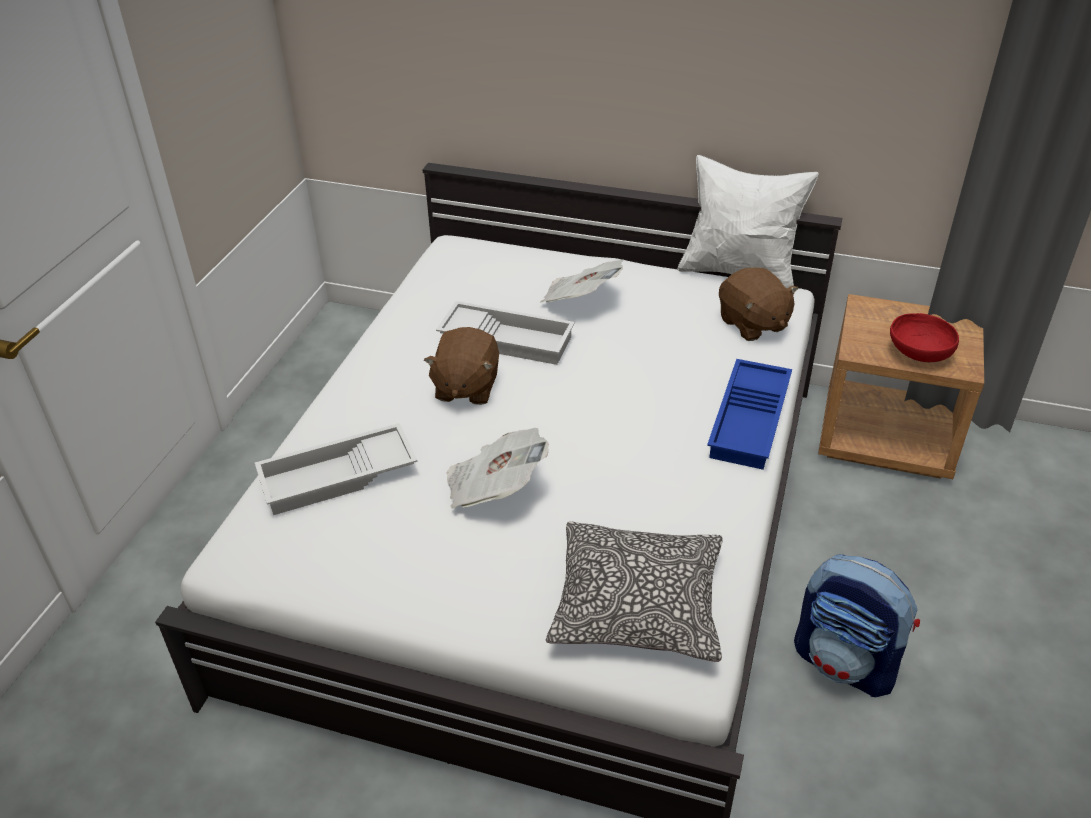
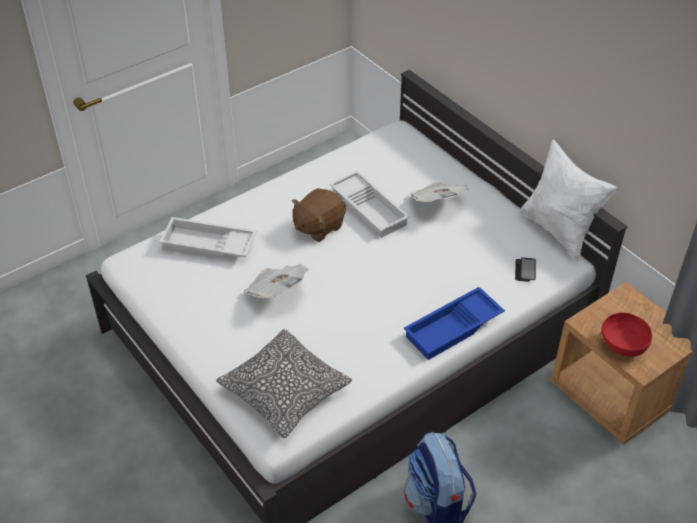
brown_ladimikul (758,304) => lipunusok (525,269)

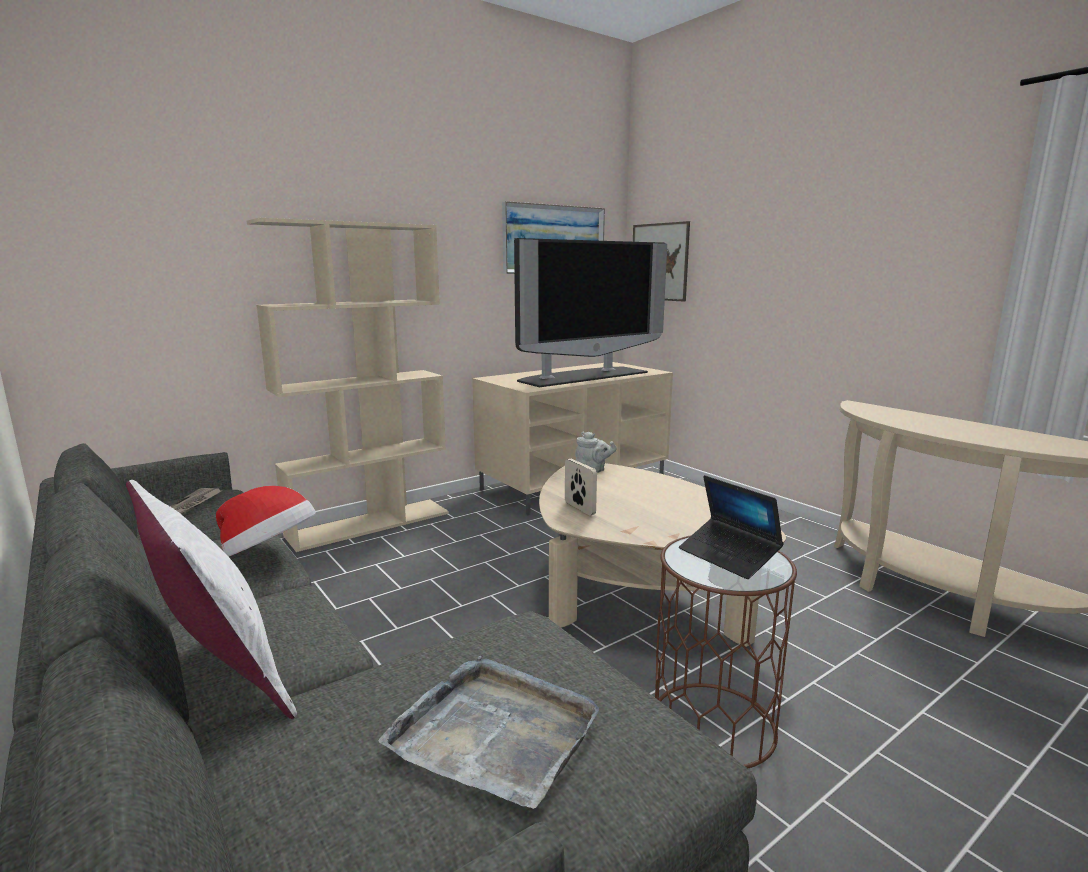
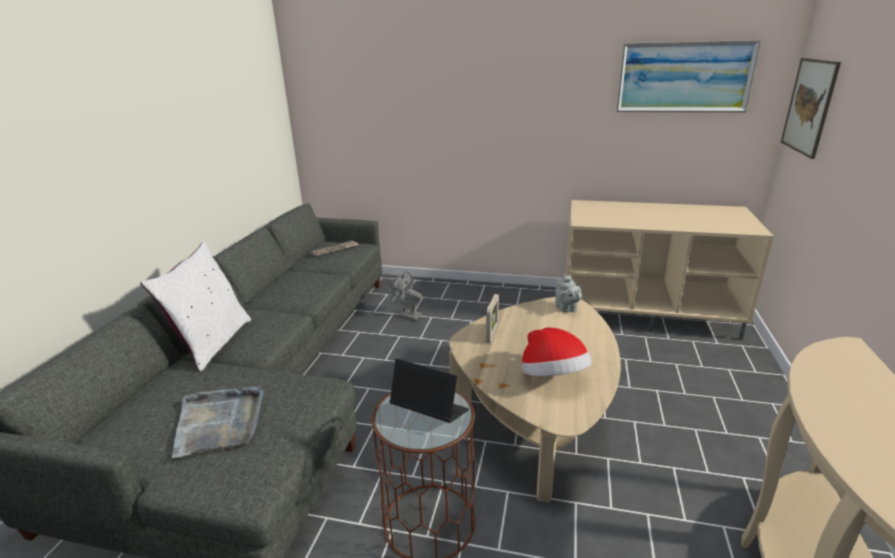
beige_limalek (348,385) => nothing
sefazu (590,312) => nothing
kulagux (731,527) => kulagux (429,391), 105 degrees clockwise
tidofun (266,521) => tidofun (556,351), relocated
nothing => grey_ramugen (405,296)

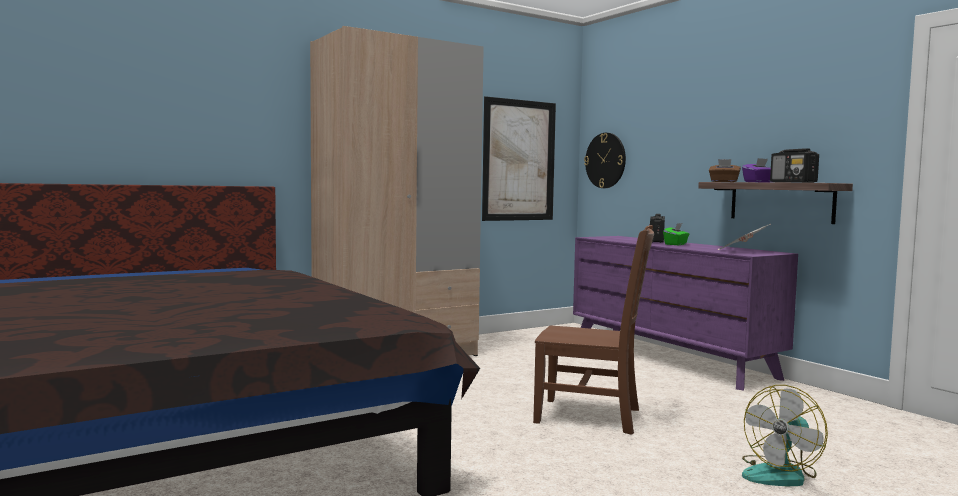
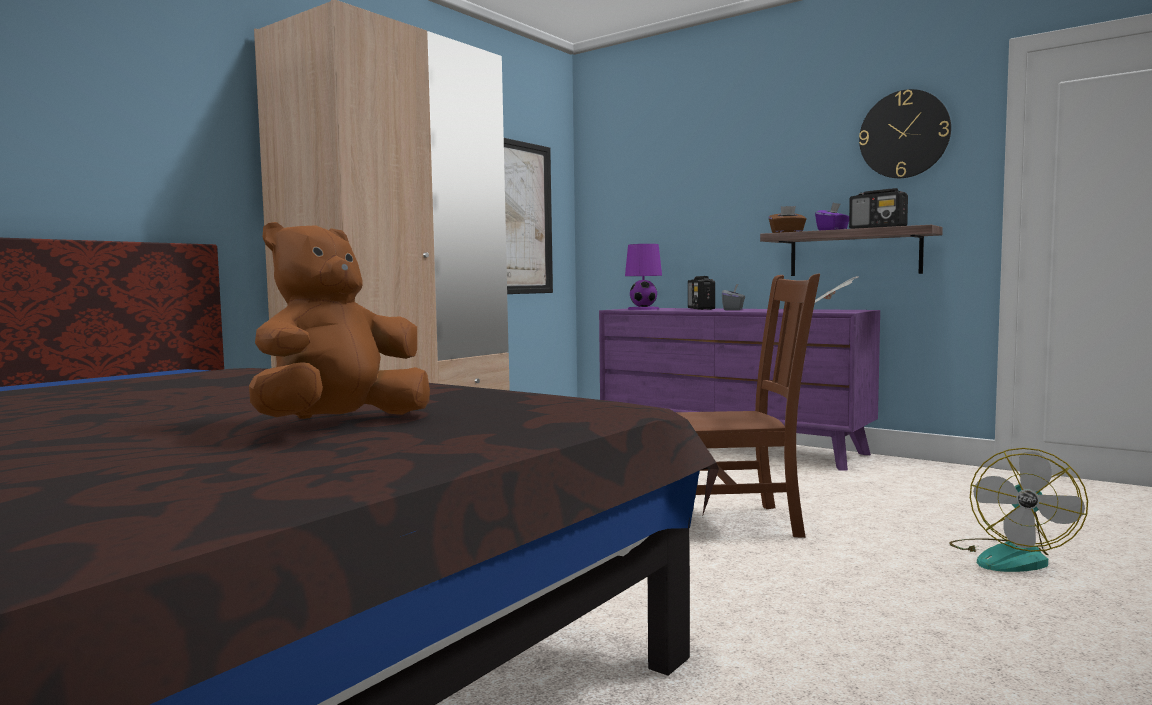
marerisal (605,160) => marerisal (905,133), relocated
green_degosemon (676,234) => grey_degosemon (733,297)
nothing => brown_ladimikul (339,320)
nothing => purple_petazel (643,277)

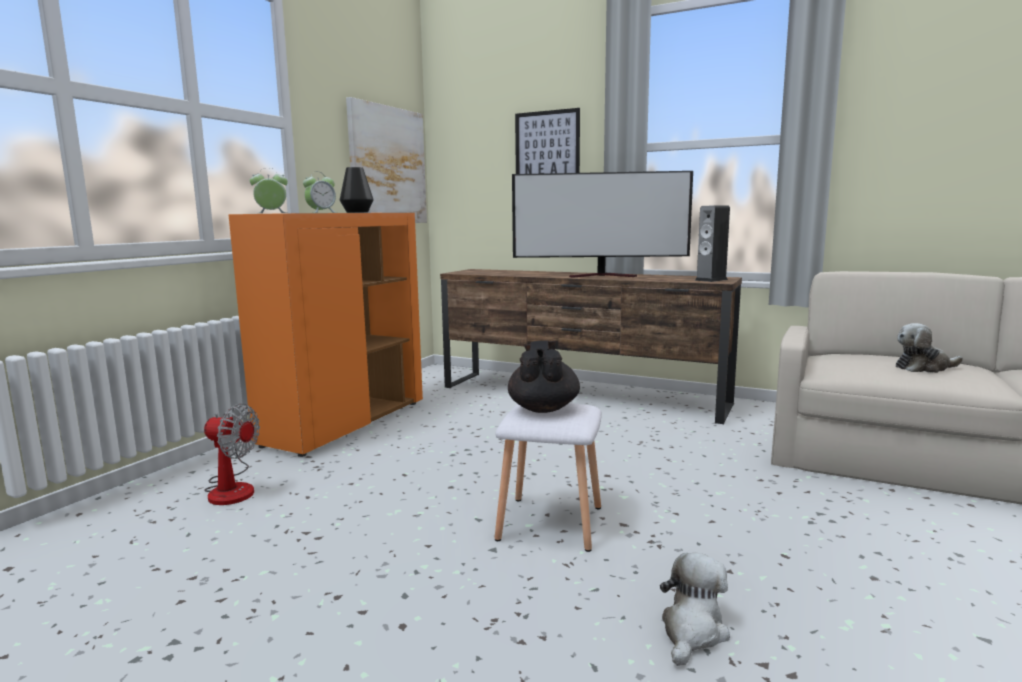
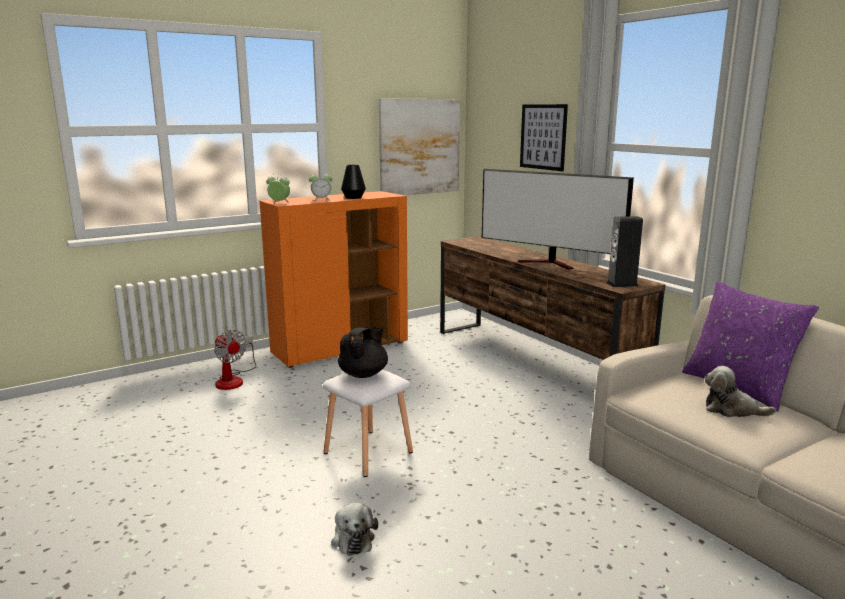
ladimikul (695,609) => ladimikul (354,529), 105 degrees clockwise
nothing => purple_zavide (750,346)

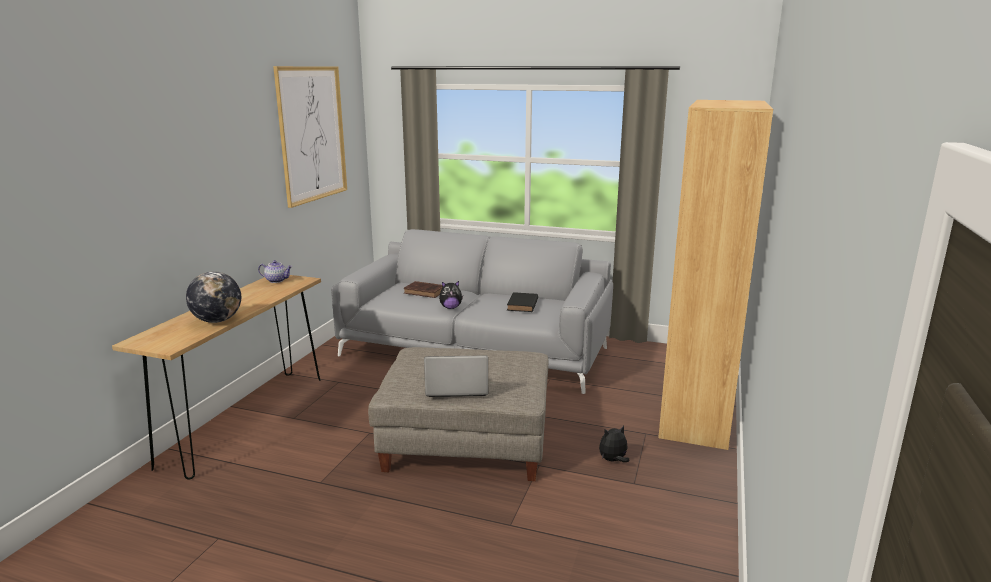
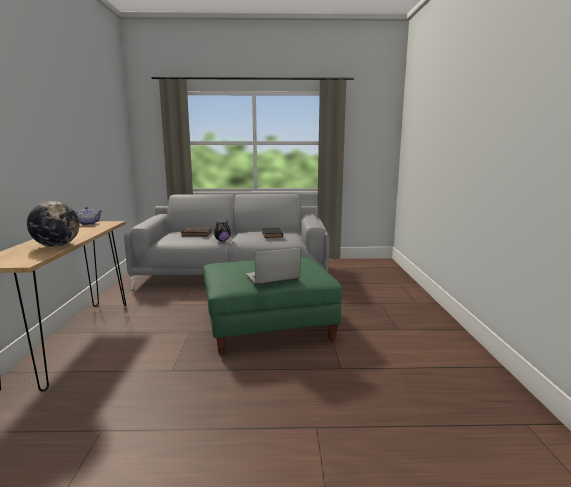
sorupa (310,137) => nothing
brown_limalek (715,275) => nothing
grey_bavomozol (458,414) => green_bavomozol (272,305)
ladimikul (614,444) => nothing

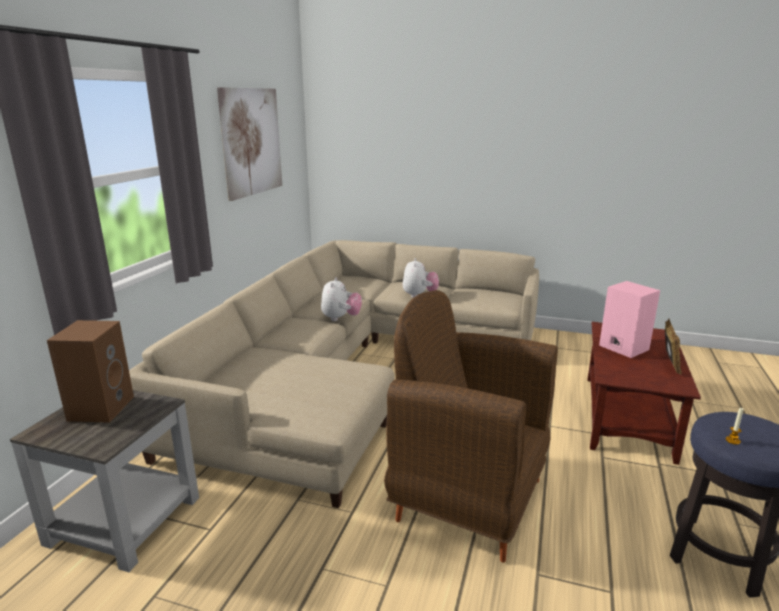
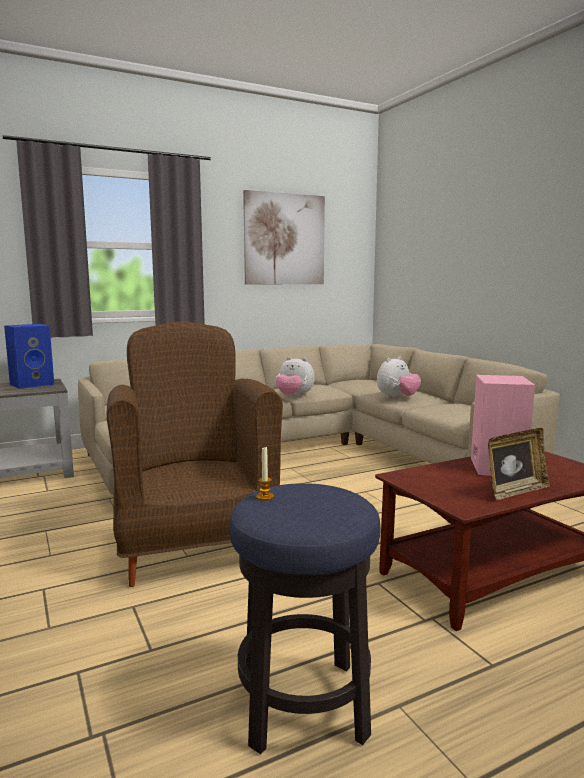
ladimikul (341,299) => ladimikul (295,377), 60 degrees clockwise
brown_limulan (90,371) => blue_limulan (29,356)

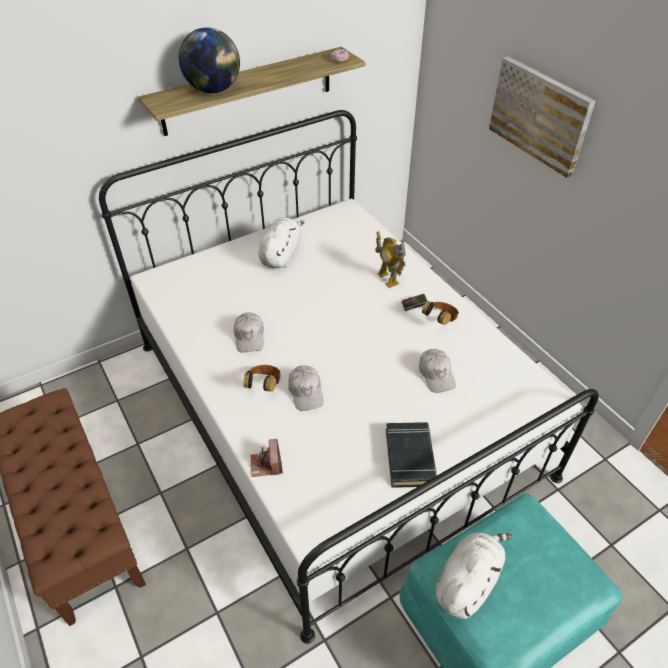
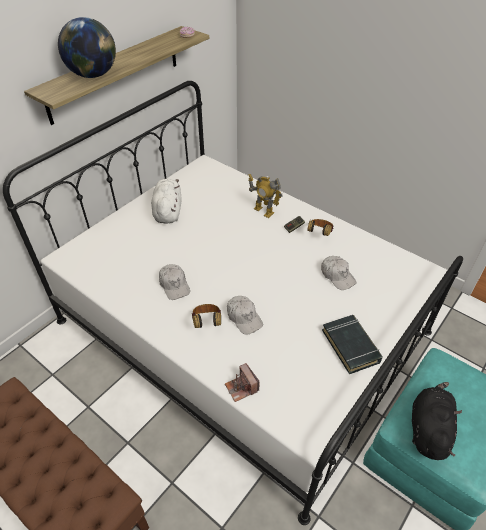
sorupa (542,117) => nothing
white_ladimikul (474,575) => black_ladimikul (437,421)

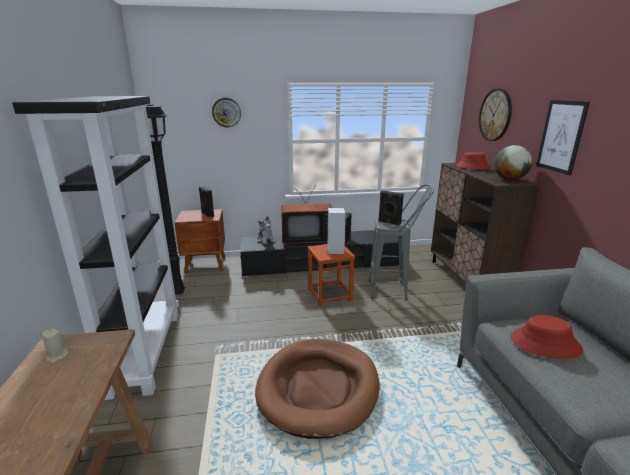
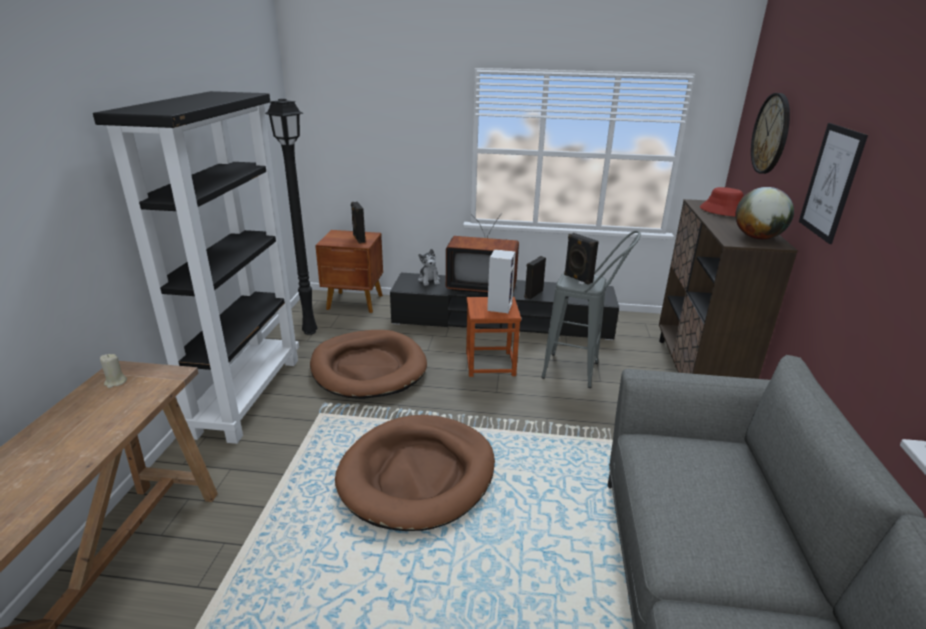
marerisal (226,113) => nothing
red_tidofun (547,337) => nothing
nothing => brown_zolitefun (368,364)

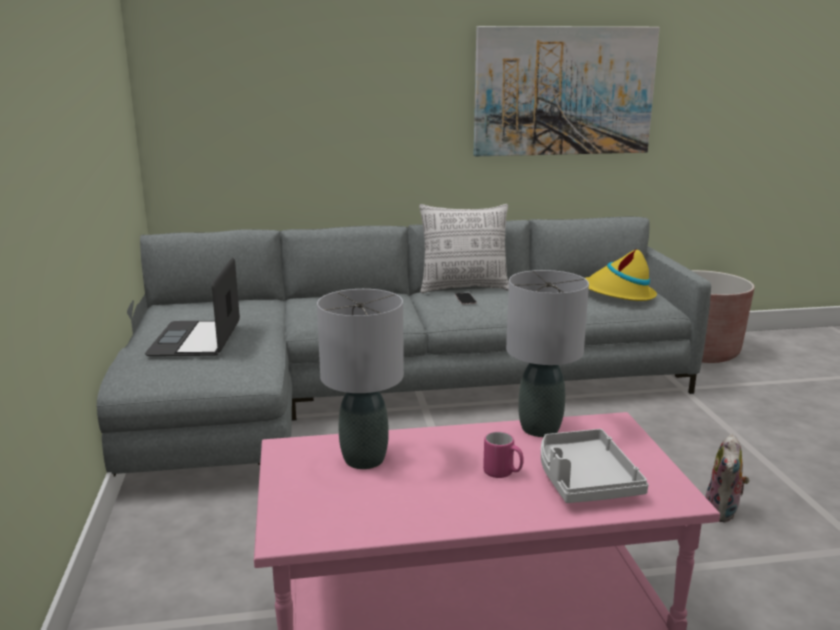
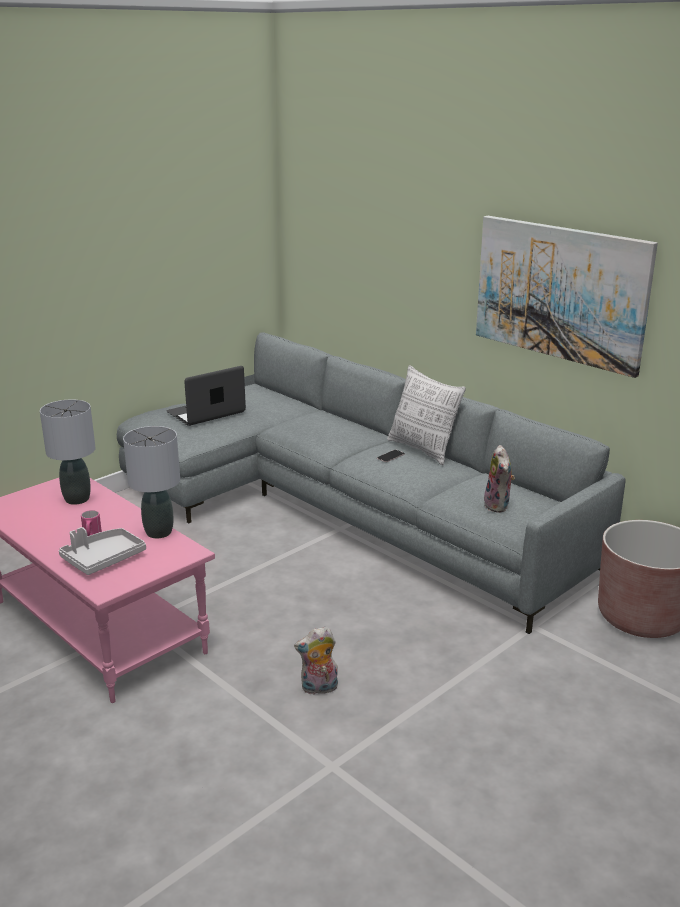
yellow_tidofun (621,275) => ladimikul (499,478)

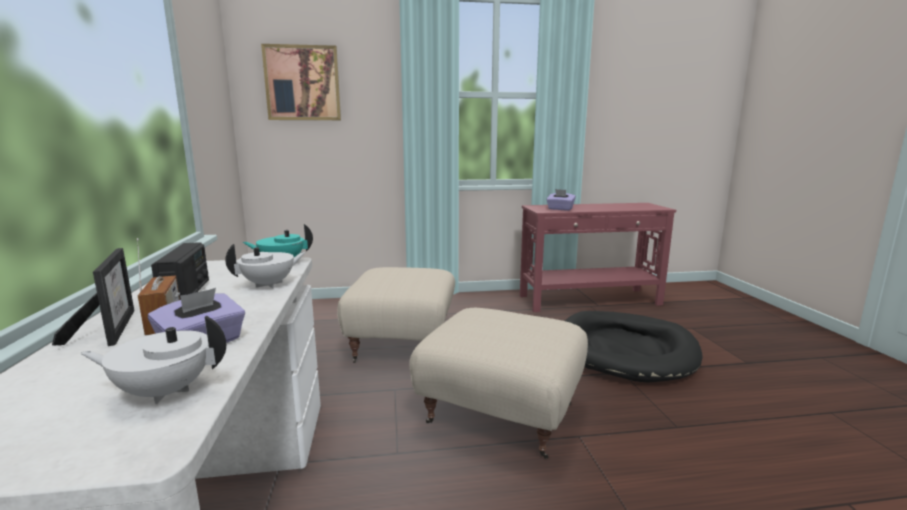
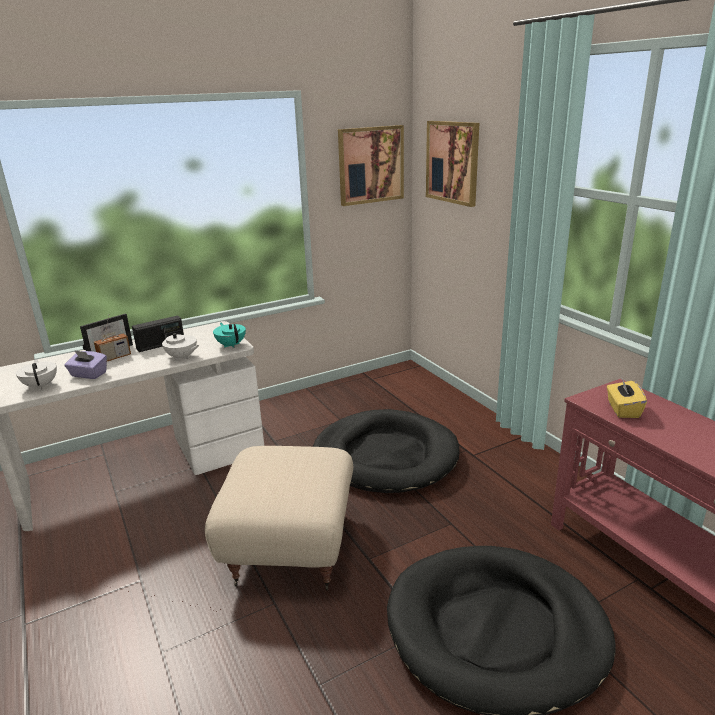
purple_degosemon (561,200) => yellow_degosemon (627,397)
beige_bavomozol (396,315) => black_zolitefun (386,451)
nothing => sorupa (371,165)

